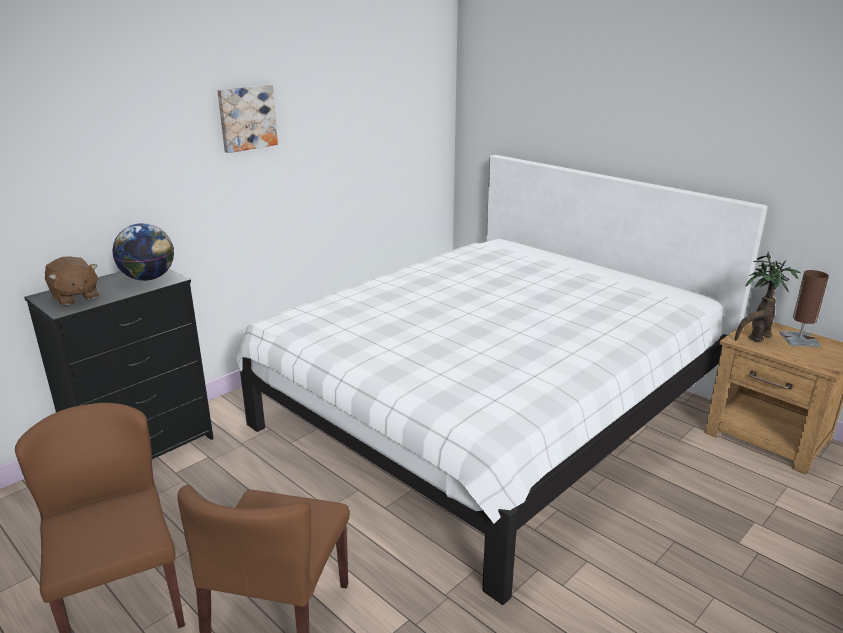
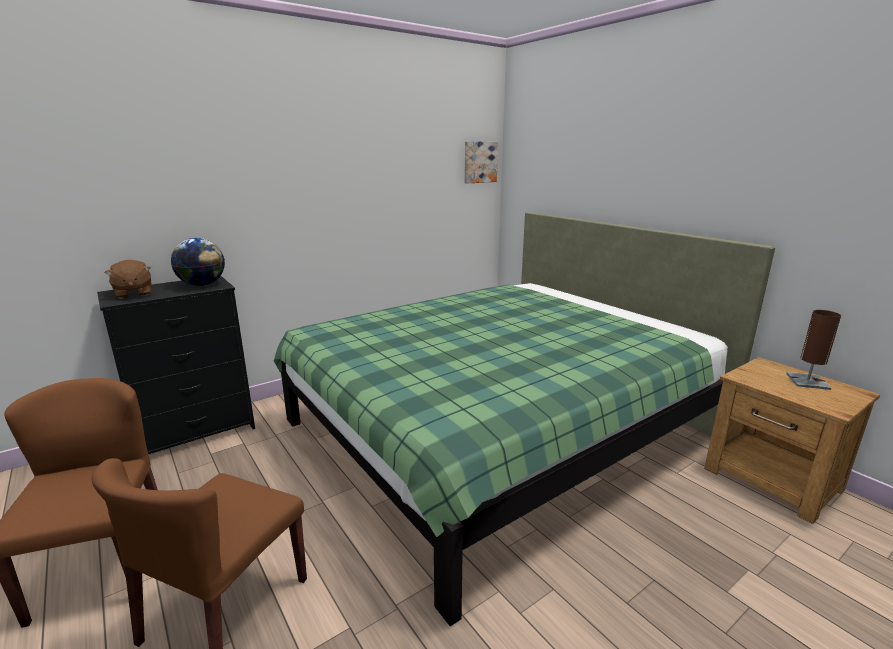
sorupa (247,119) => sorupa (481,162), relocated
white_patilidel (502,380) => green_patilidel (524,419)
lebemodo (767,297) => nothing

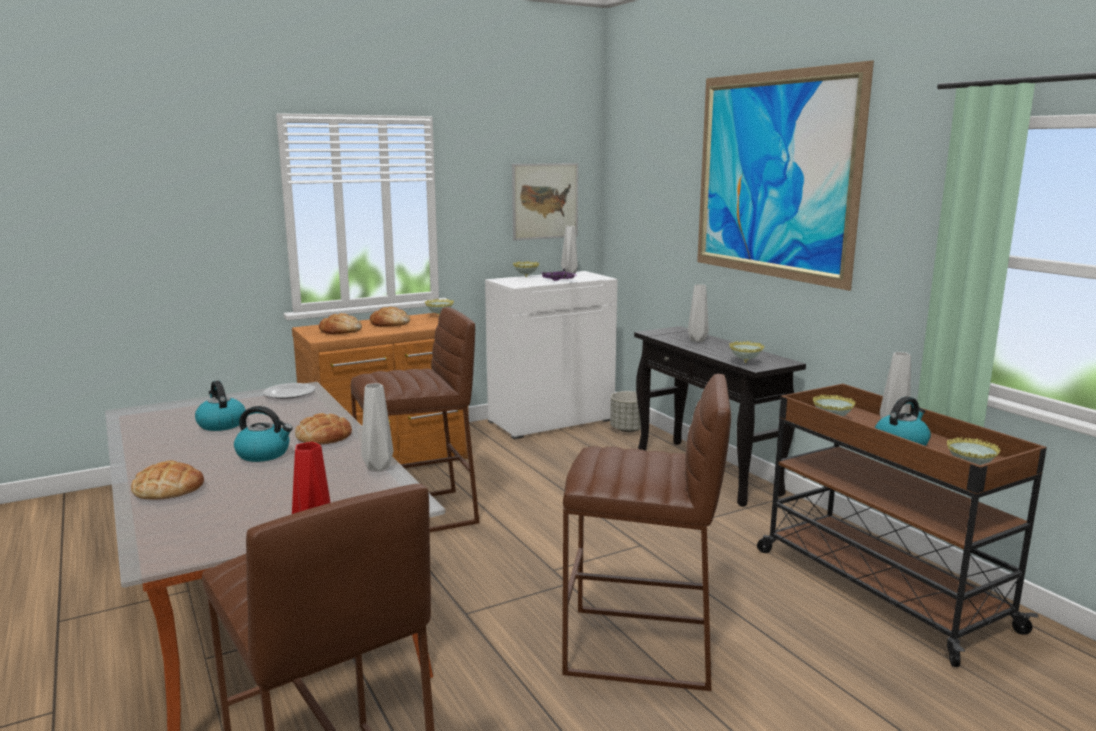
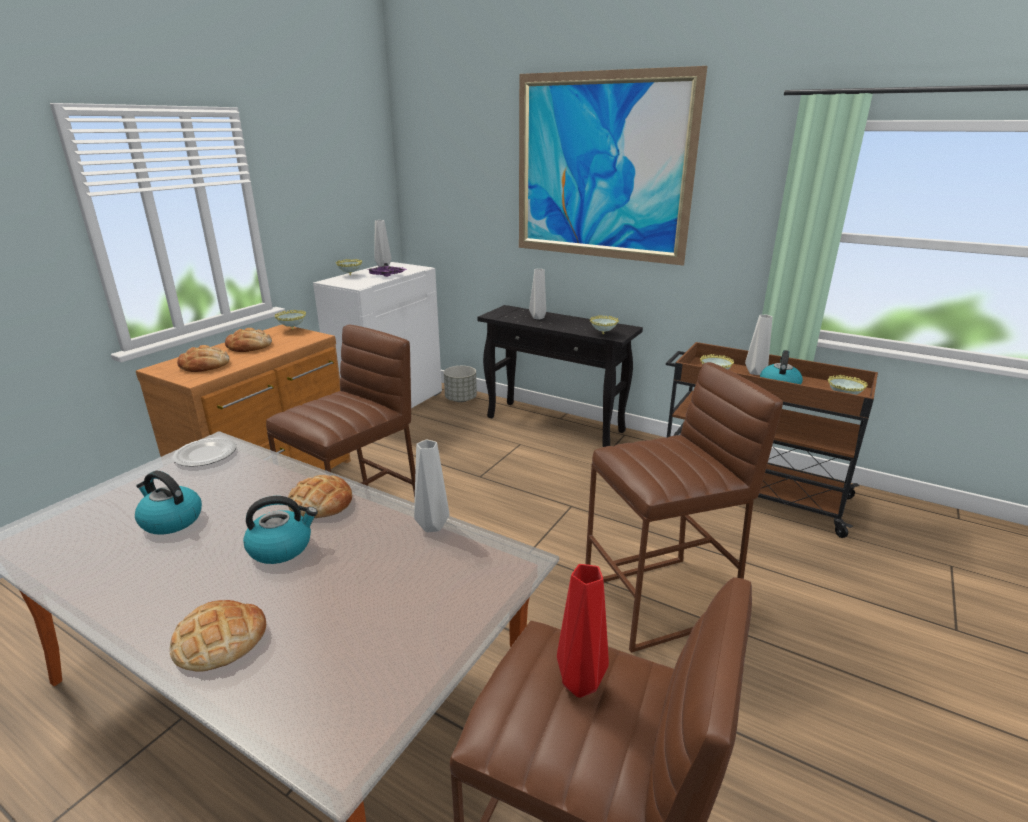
sorupa (545,202) => nothing

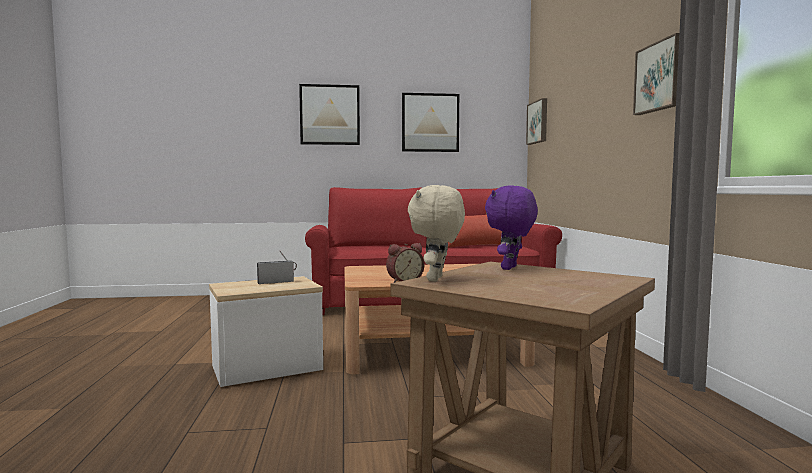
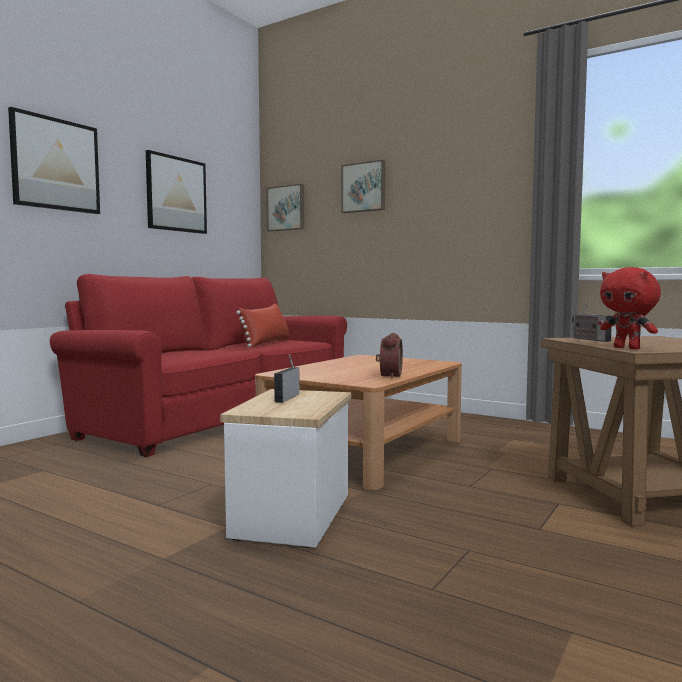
sorupa (656,74) => sorupa (363,186), relocated
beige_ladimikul (436,233) => red_ladimikul (630,308)
purple_ladimikul (511,227) => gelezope (592,321)

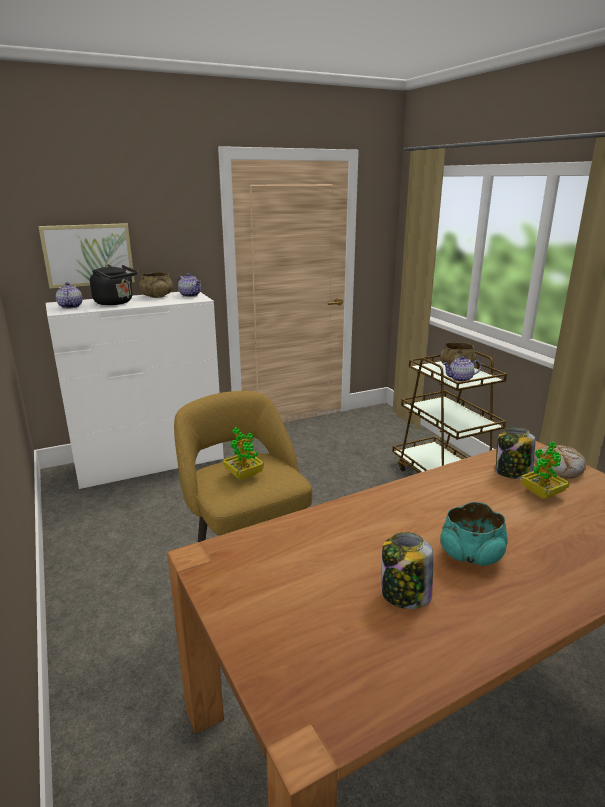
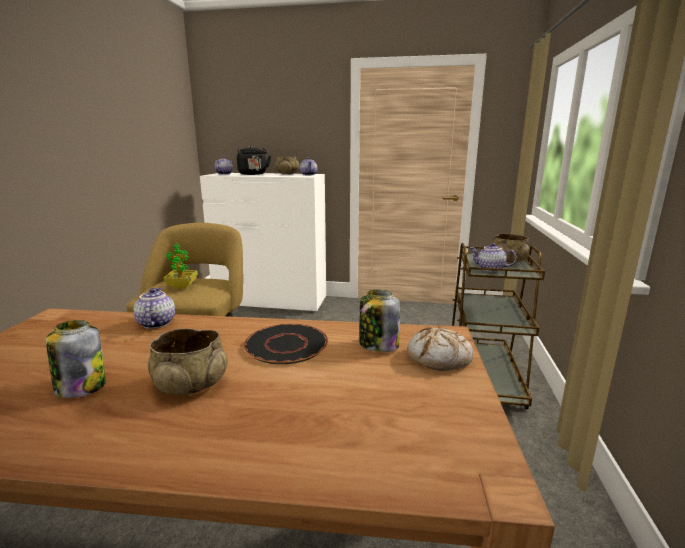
sorupa (86,256) => nothing
lebemodo (545,470) => nothing
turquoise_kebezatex (473,534) => beige_kebezatex (188,361)
nothing => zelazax (154,308)
nothing => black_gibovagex (286,344)

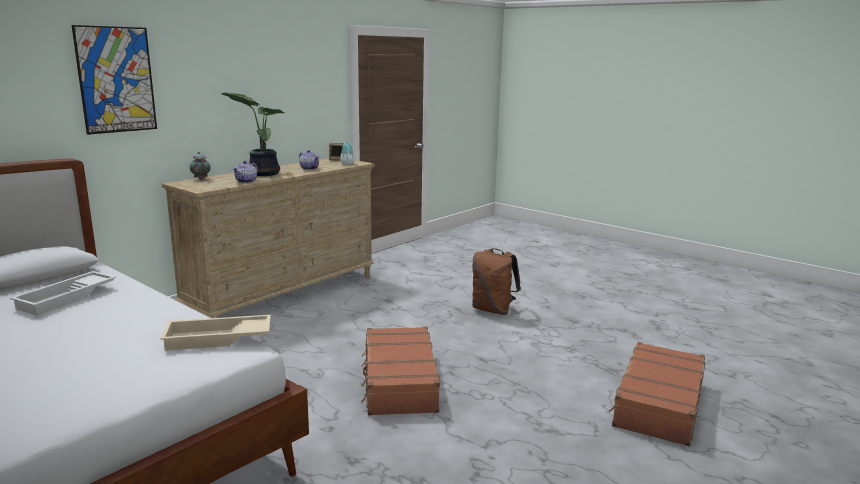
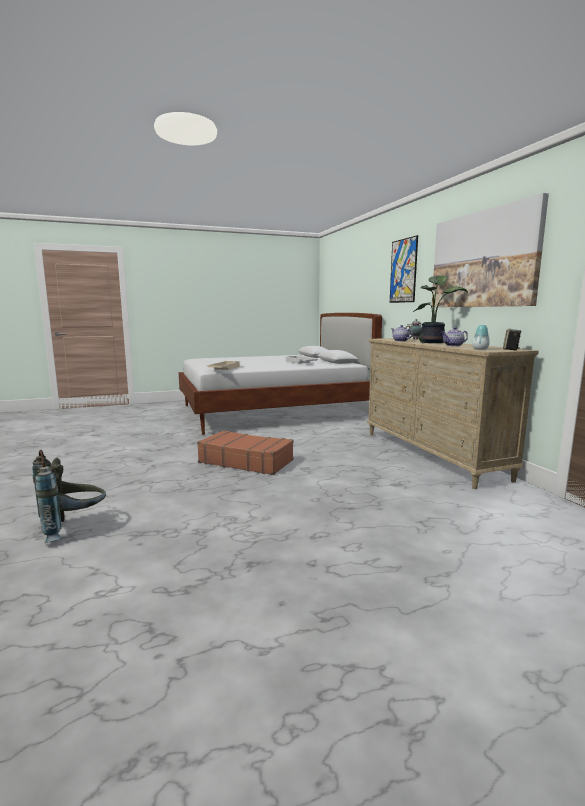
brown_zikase (496,282) => nothing
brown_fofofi (657,394) => grey_zikase (69,496)
nothing => sorupa (490,250)

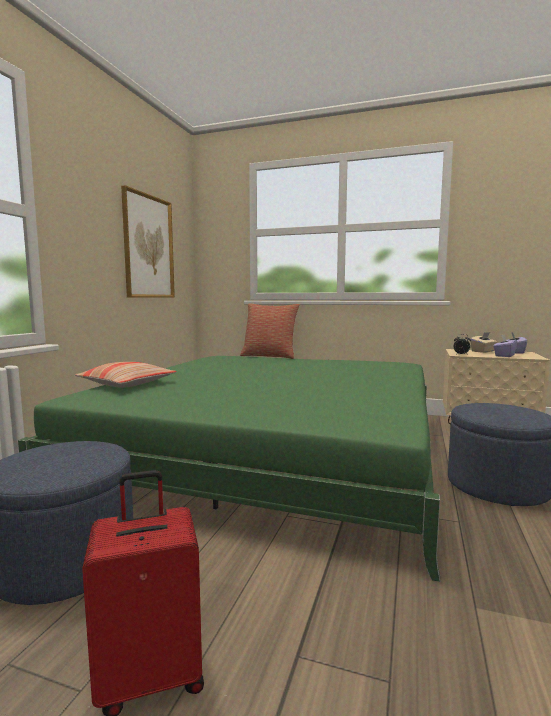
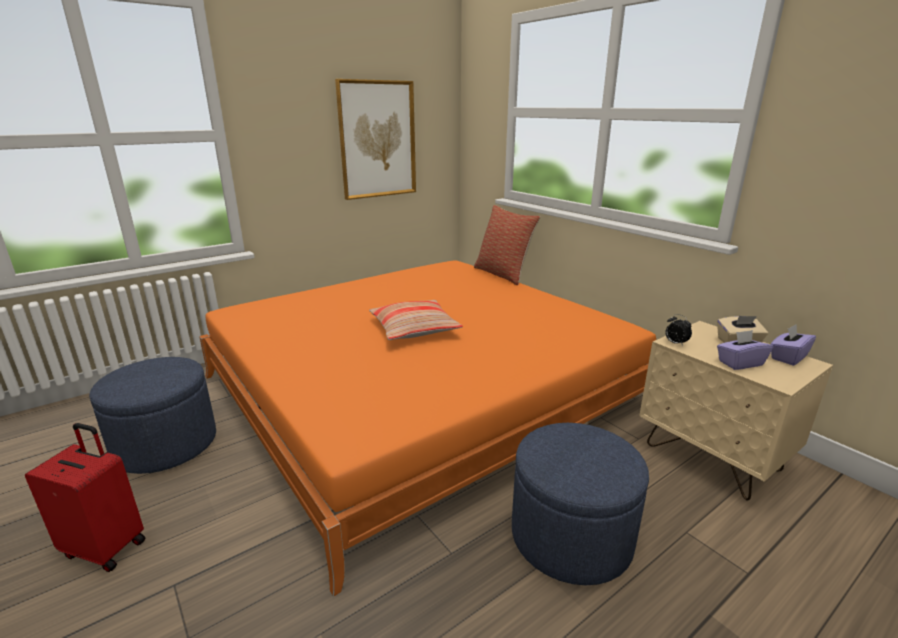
green_patilidel (229,469) => orange_patilidel (427,428)
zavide (125,375) => zavide (416,320), relocated

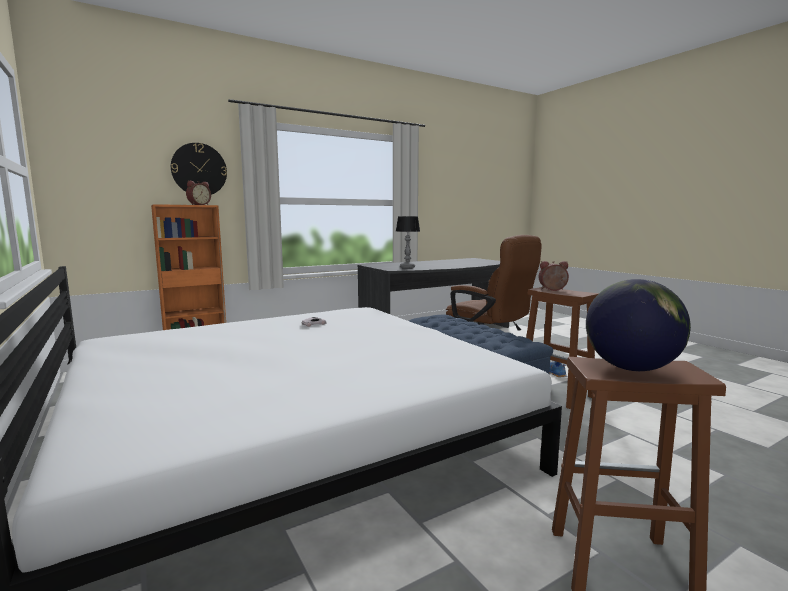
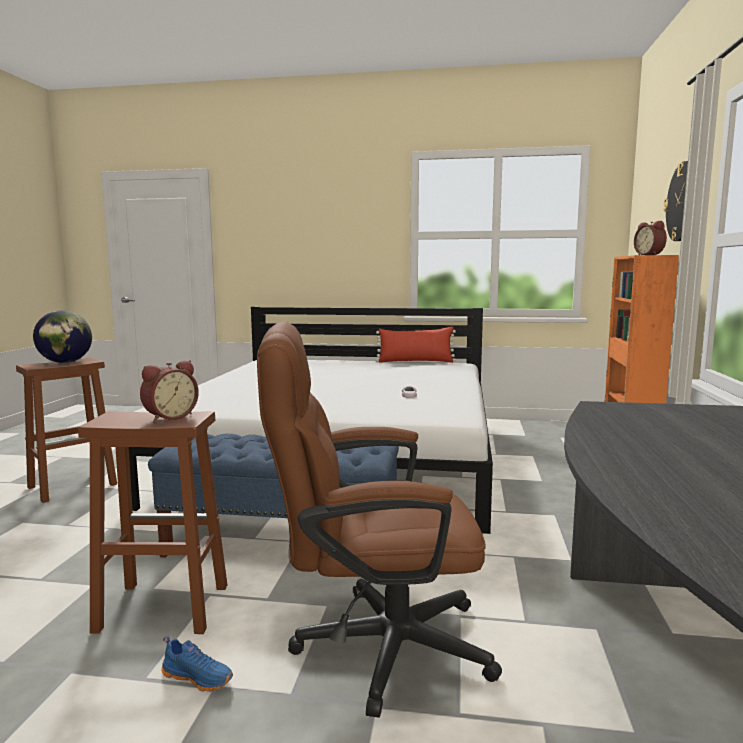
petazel (408,242) => nothing
nothing => red_zavide (416,345)

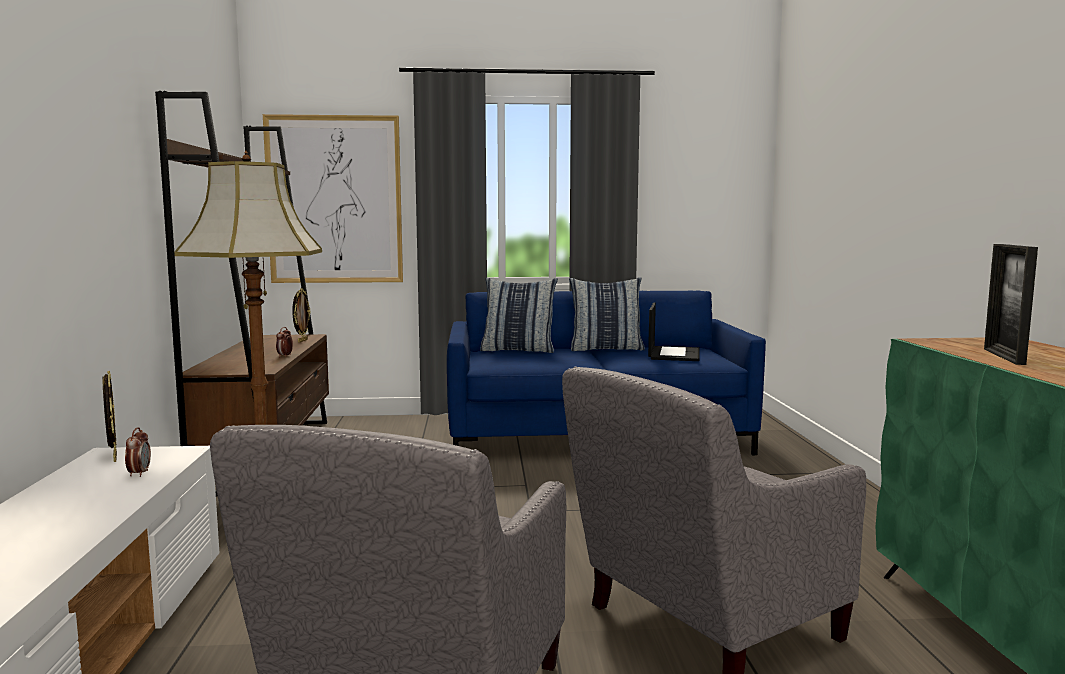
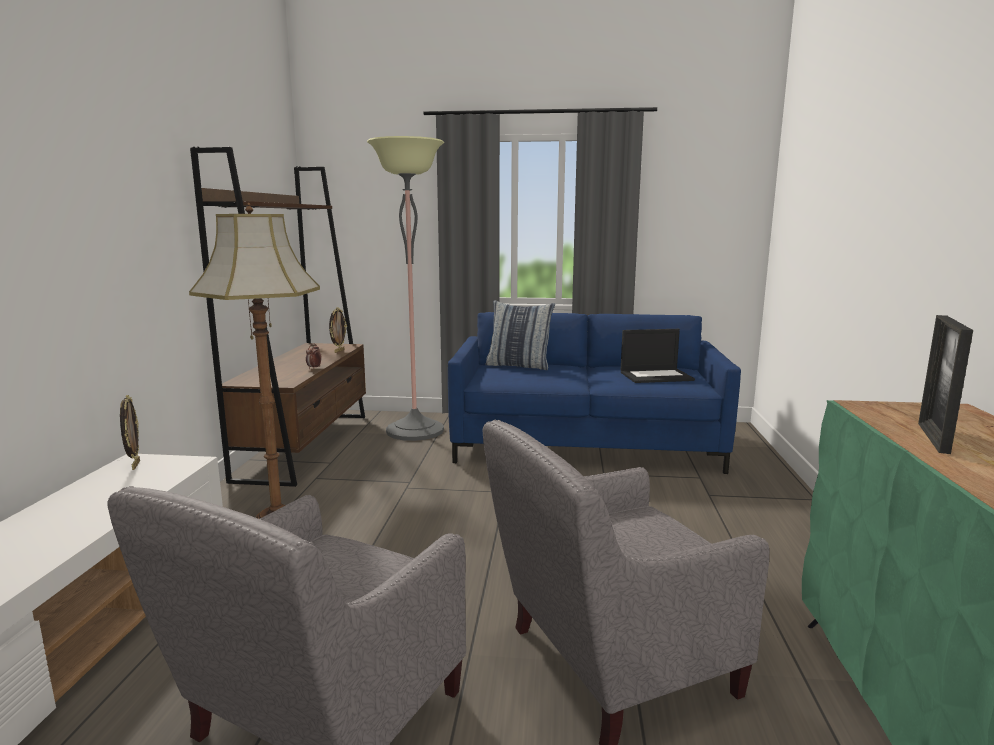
sorupa (333,198) => nothing
zavide (607,314) => nothing
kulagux (674,332) => kulagux (658,356), 60 degrees clockwise
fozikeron (138,452) => nothing
nothing => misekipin (405,288)

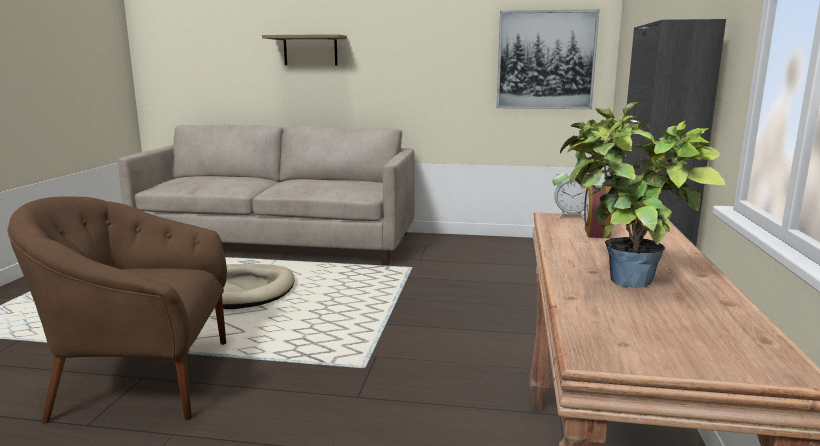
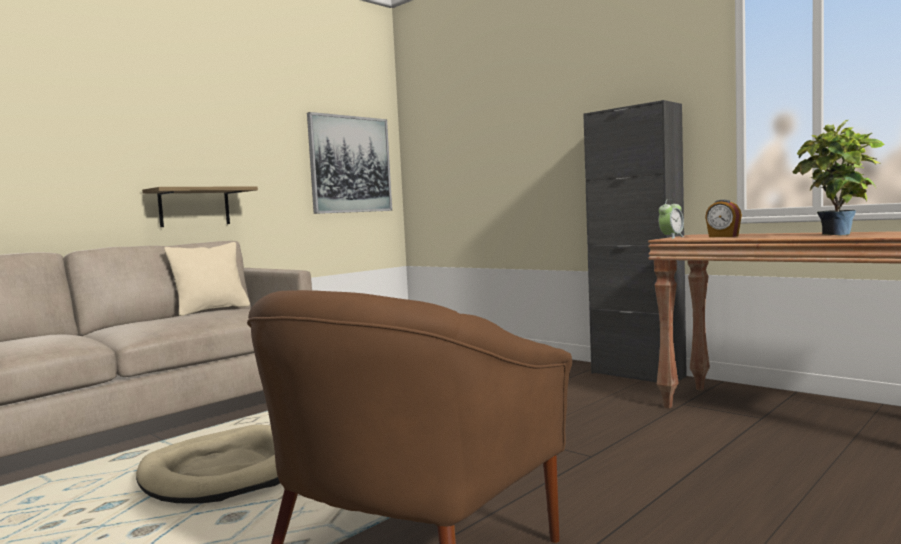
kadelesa (304,49) => kadelesa (200,206), relocated
nothing => beige_zavide (207,279)

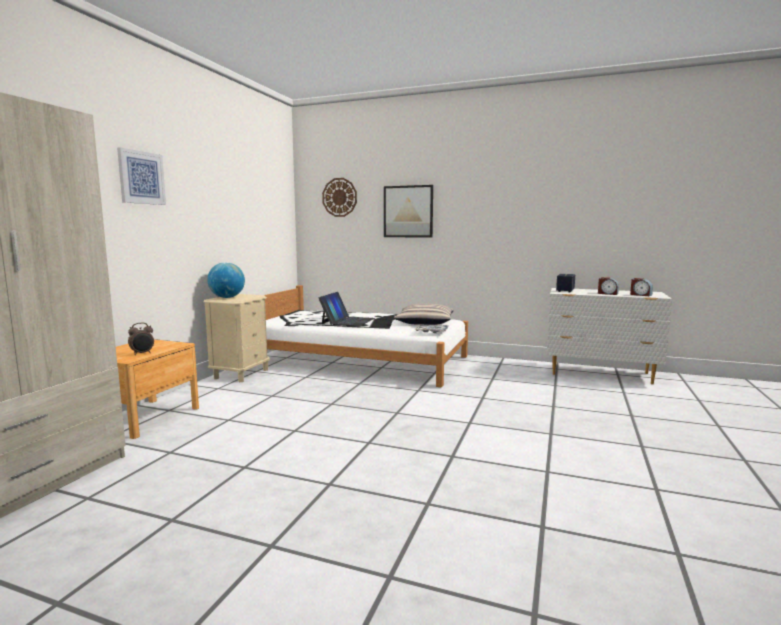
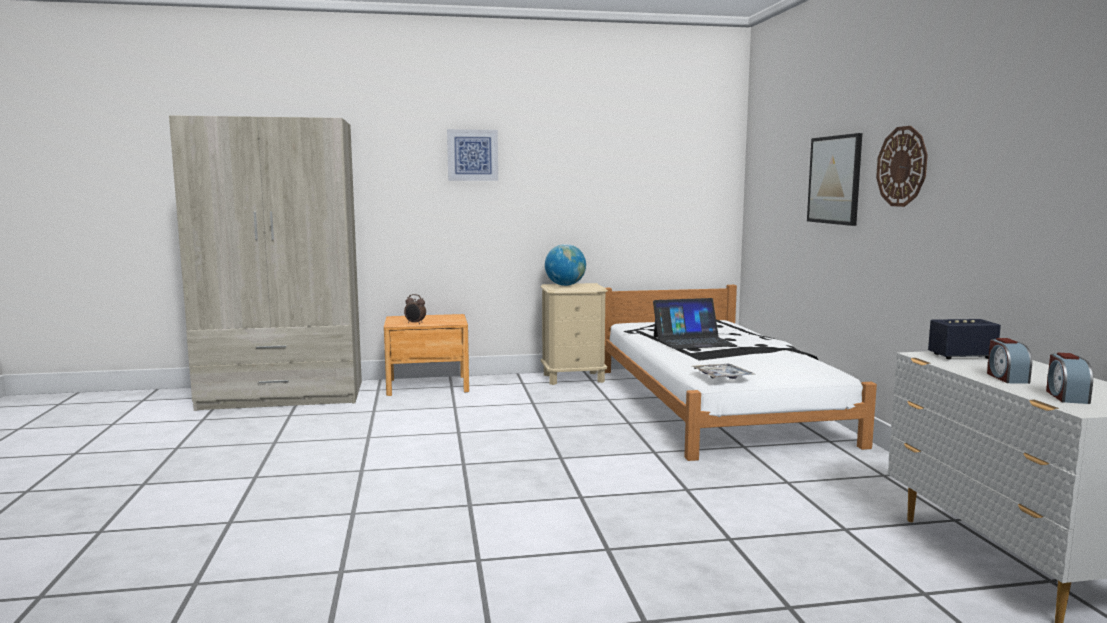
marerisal (339,197) => marerisal (902,166), relocated
zavide (424,314) => nothing

